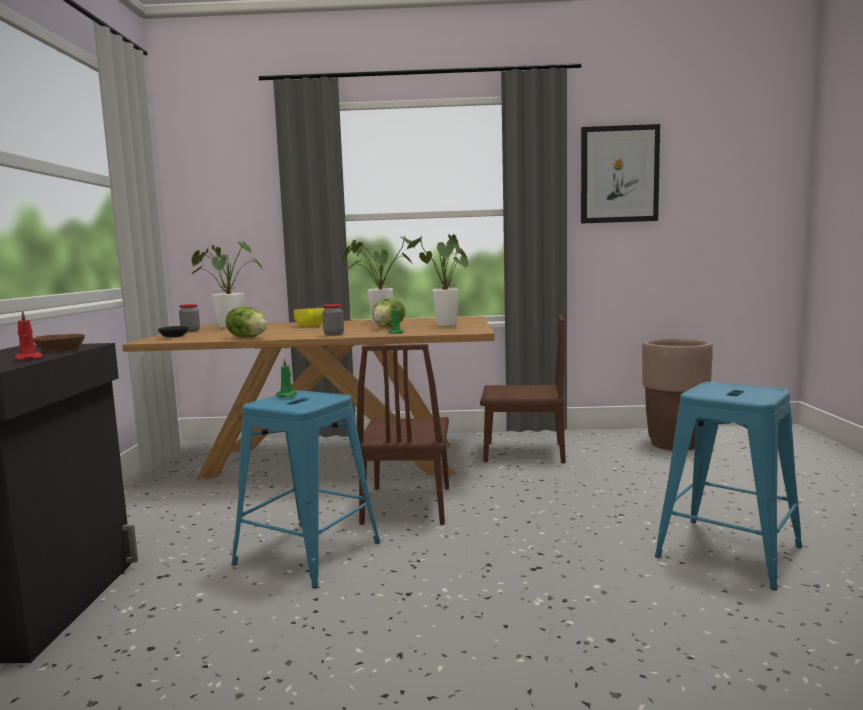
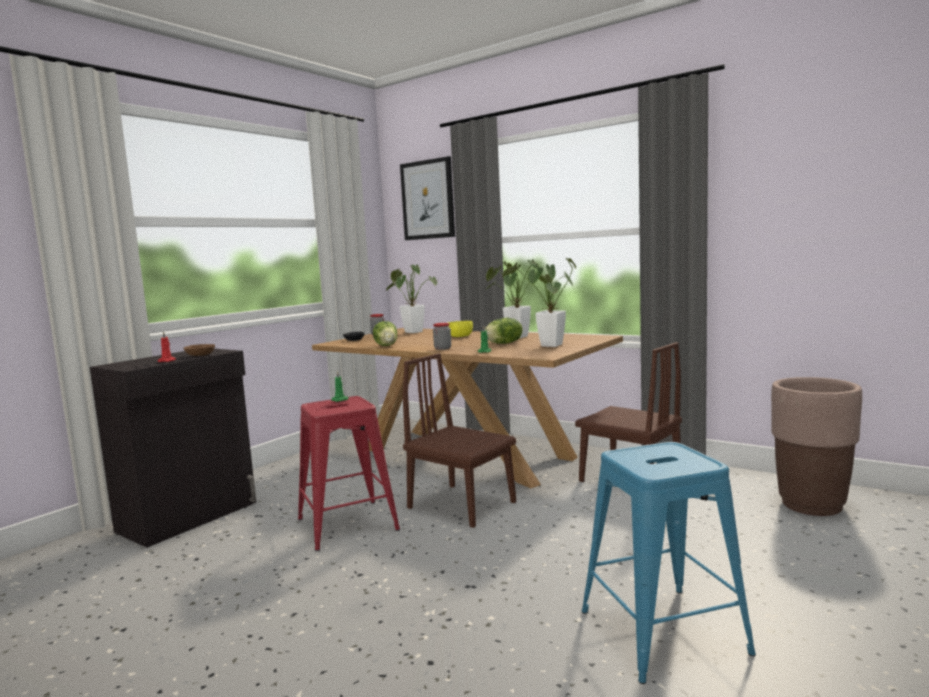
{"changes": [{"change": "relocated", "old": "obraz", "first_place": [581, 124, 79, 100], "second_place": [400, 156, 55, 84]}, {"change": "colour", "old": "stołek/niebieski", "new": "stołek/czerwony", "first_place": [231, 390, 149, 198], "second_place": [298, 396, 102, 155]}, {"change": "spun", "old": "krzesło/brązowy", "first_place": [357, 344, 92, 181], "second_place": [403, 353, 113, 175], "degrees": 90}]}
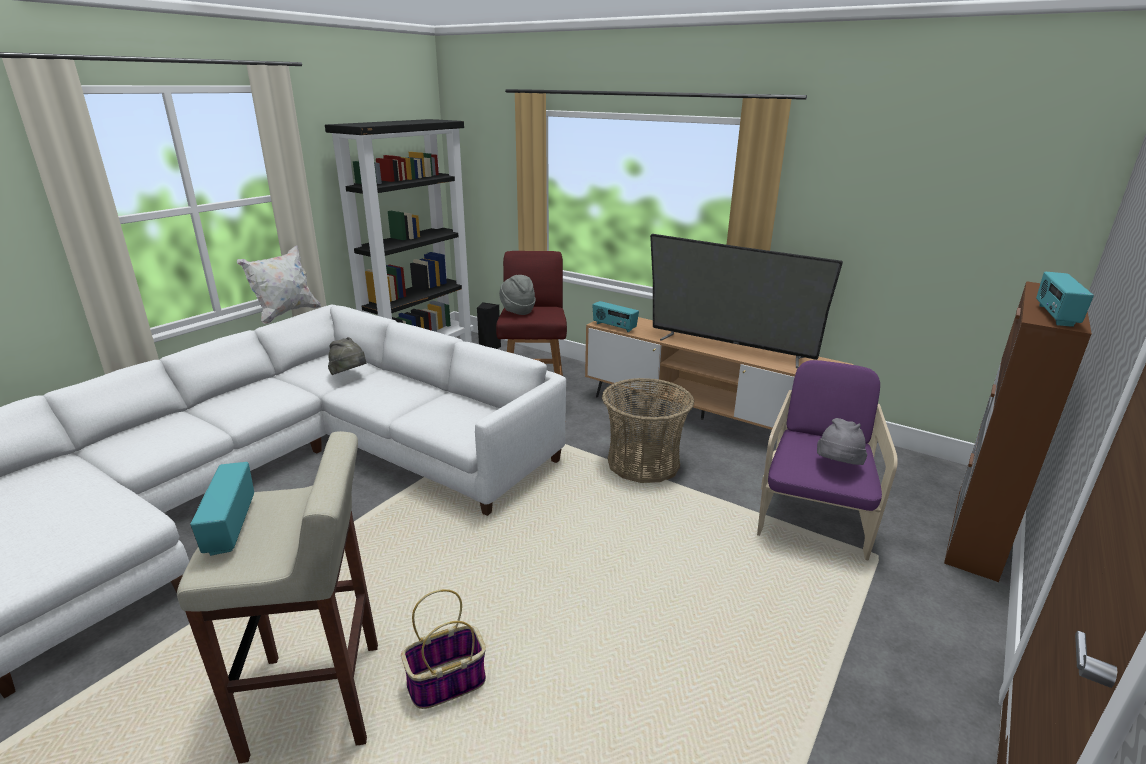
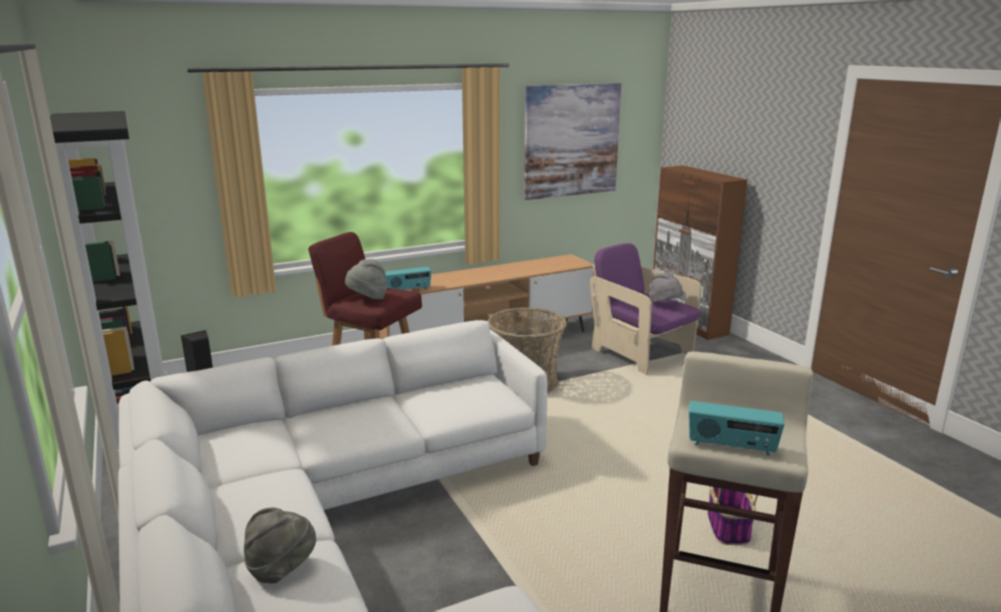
{"changes": [{"change": "missing", "old": "poduszka/biały", "first_place": [237, 246, 84, 78]}, {"change": "missing", "old": "telewizor", "first_place": [650, 234, 193, 134]}, {"change": "missing", "old": "radio", "first_place": [1036, 272, 58, 55]}, {"change": "appeared", "new": "obraz", "second_place": [524, 83, 97, 117]}, {"change": "relocated", "old": "kapelusz/szary", "first_place": [328, 337, 38, 38], "second_place": [244, 507, 72, 76]}]}
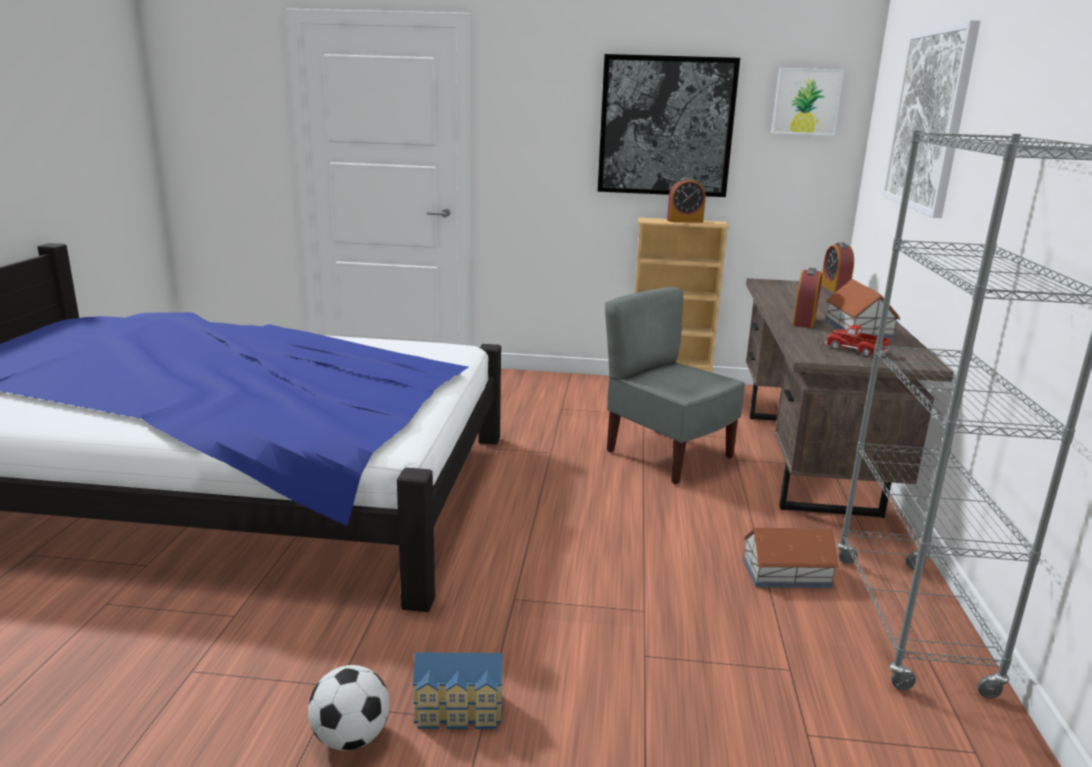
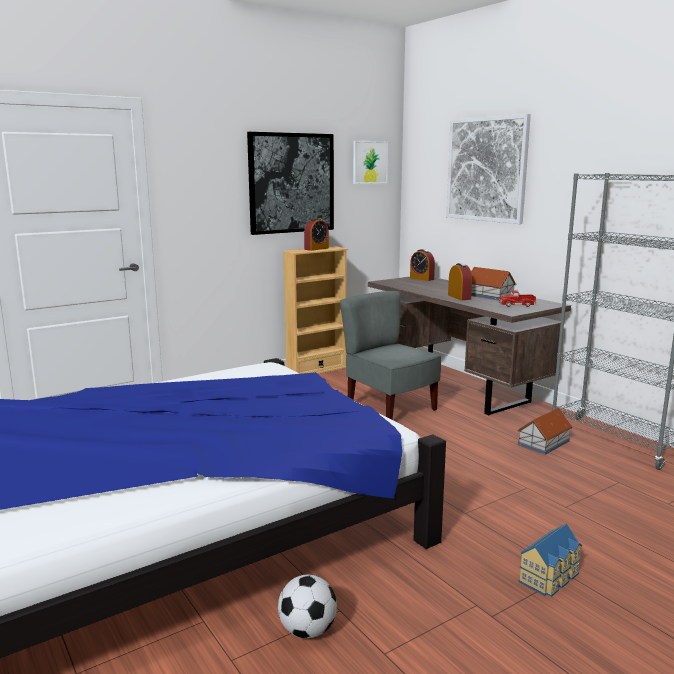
{"changes": [{"change": "relocated", "old": "piłka futbolowa", "first_place": [308, 665, 82, 86], "second_place": [278, 574, 59, 65]}, {"change": "spun", "old": "krzesło/szary", "first_place": [605, 287, 140, 197], "second_place": [340, 291, 101, 129], "degrees": 45}]}
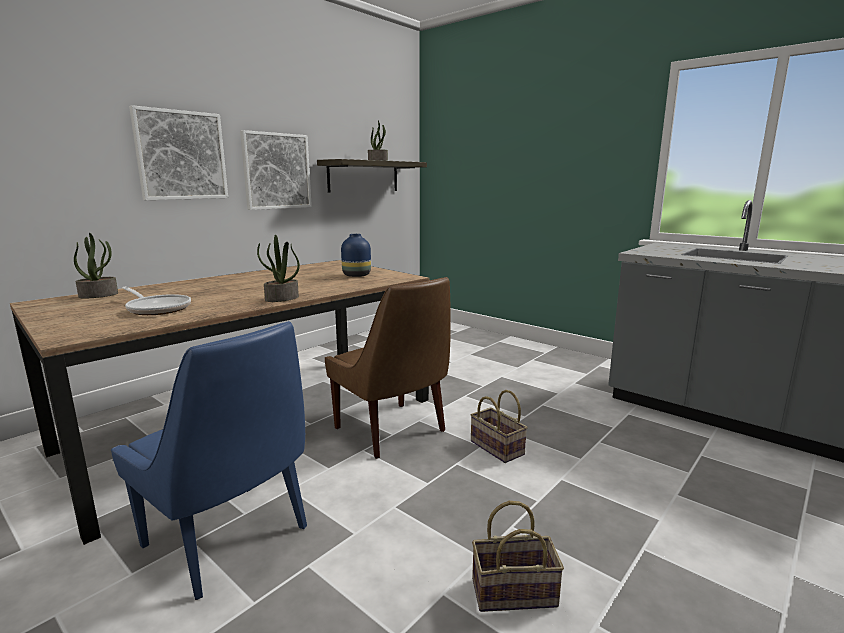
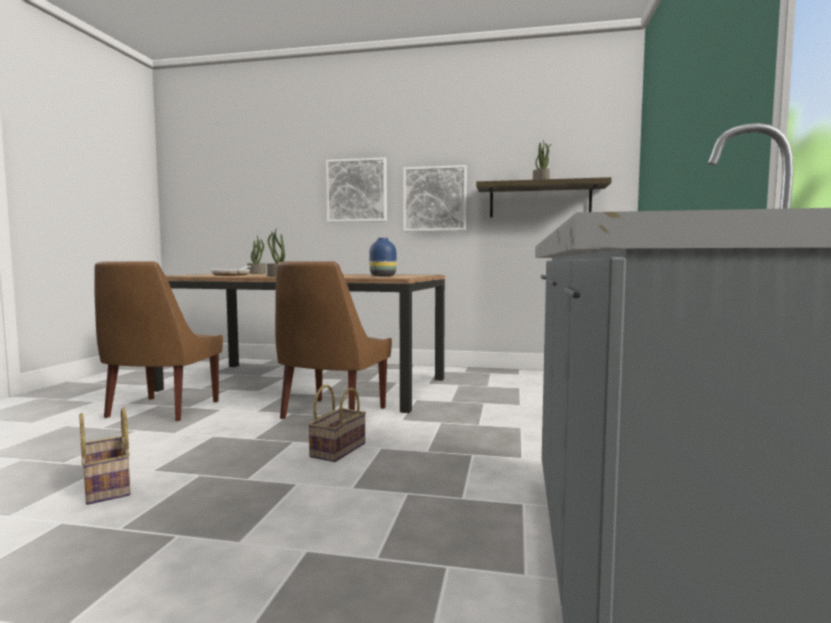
{"changes": [{"change": "colour", "old": "krzesło/niebieski", "new": "krzesło/brązowy", "first_place": [111, 321, 196, 279], "second_place": [94, 261, 129, 160]}]}
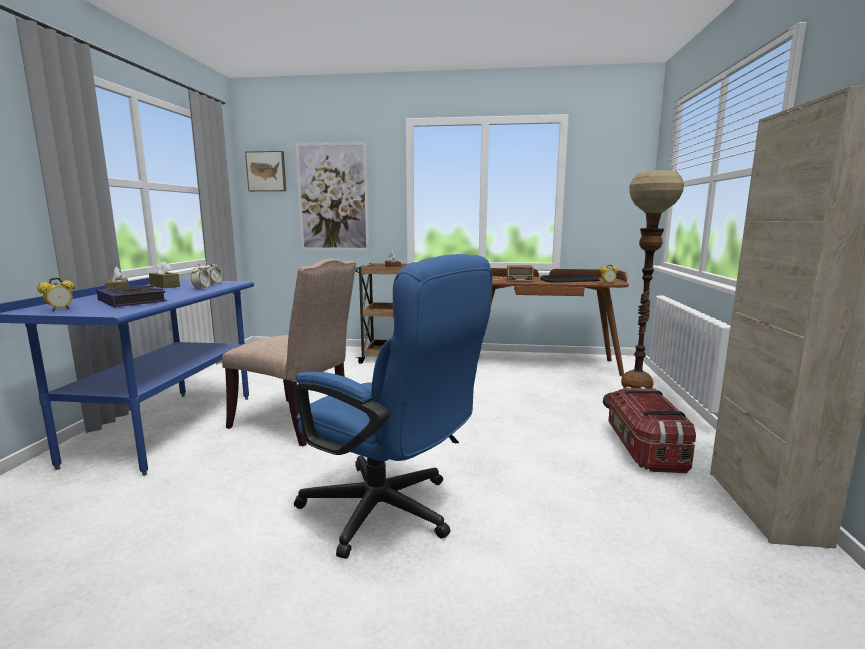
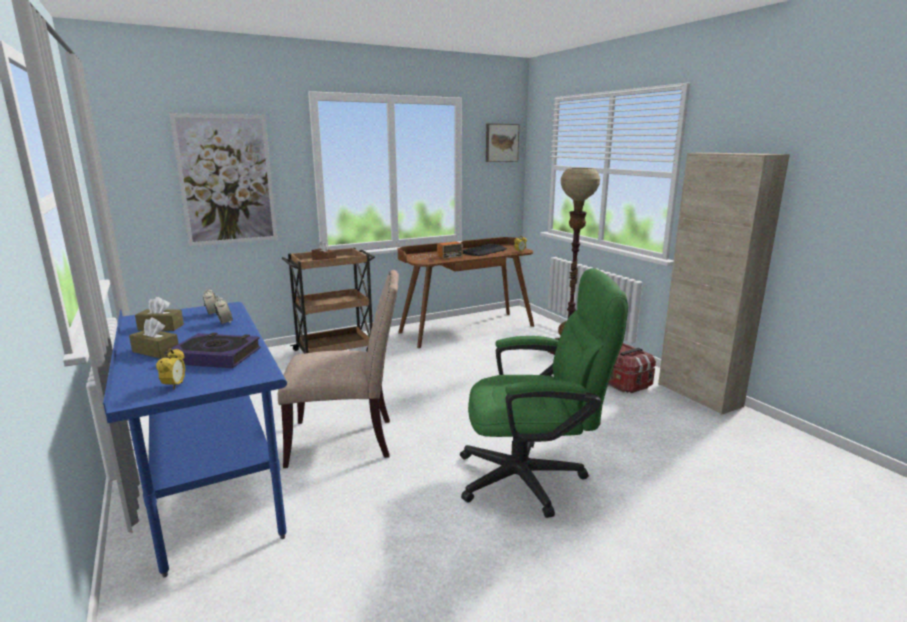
{"changes": [{"change": "relocated", "old": "obraz", "first_place": [245, 151, 41, 40], "second_place": [486, 124, 34, 38]}, {"change": "colour", "old": "krzesło biurowe/niebieski", "new": "krzesło biurowe/zielony", "first_place": [294, 254, 198, 305], "second_place": [460, 268, 168, 250]}]}
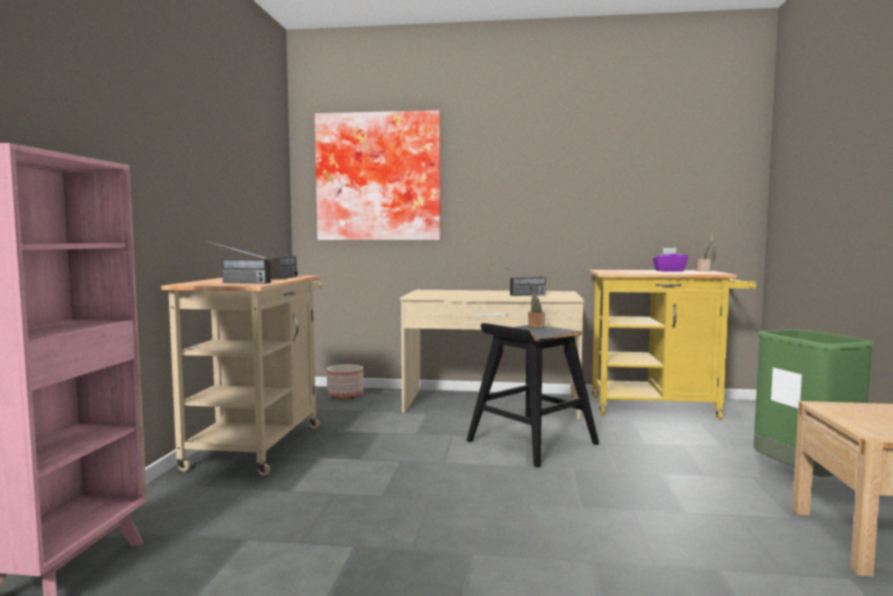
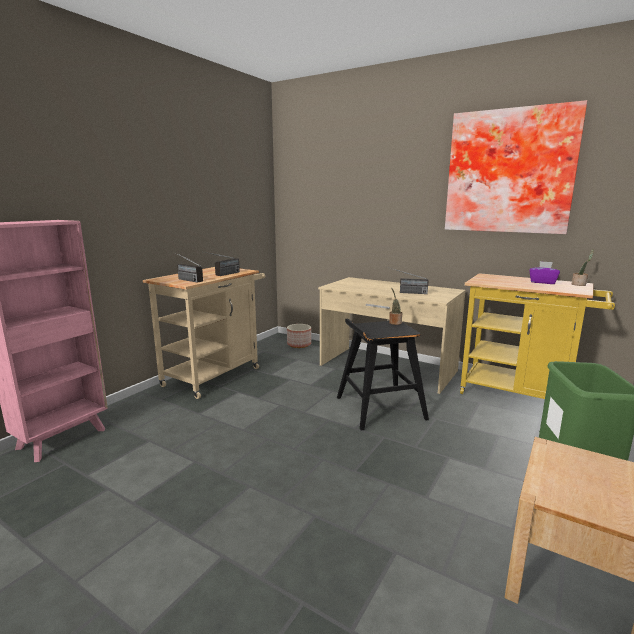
{"changes": [{"change": "relocated", "old": "obraz", "first_place": [315, 110, 125, 130], "second_place": [445, 100, 142, 134]}]}
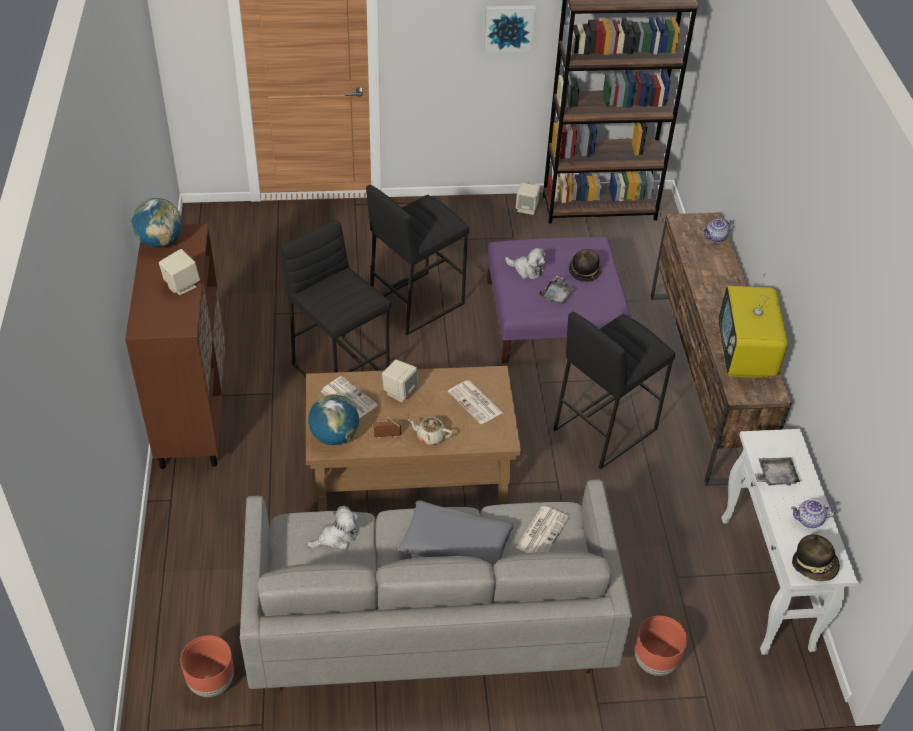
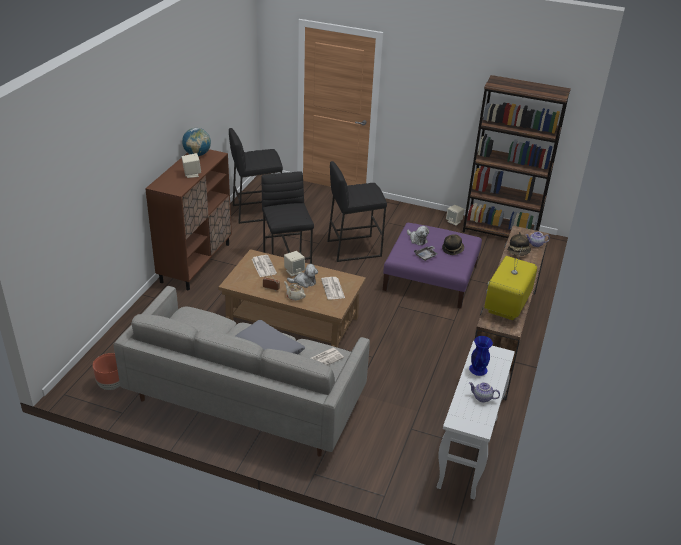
{"changes": [{"change": "missing", "old": "globus", "first_place": [308, 394, 51, 51]}, {"change": "missing", "old": "obraz", "first_place": [484, 5, 52, 48]}, {"change": "missing", "old": "donica/brązowy", "first_place": [635, 616, 52, 60]}, {"change": "relocated", "old": "pluszak", "first_place": [307, 506, 52, 44], "second_place": [287, 264, 31, 24]}, {"change": "relocated", "old": "stołek/czarny", "first_place": [553, 311, 122, 158], "second_place": [229, 128, 54, 96]}, {"change": "relocated", "old": "kapelusz", "first_place": [792, 534, 48, 47], "second_place": [507, 232, 24, 24]}, {"change": "exchanged", "old": "taca/szary", "new": "wazon/niebieski", "first_place": [755, 458, 45, 28], "second_place": [469, 336, 24, 40]}]}
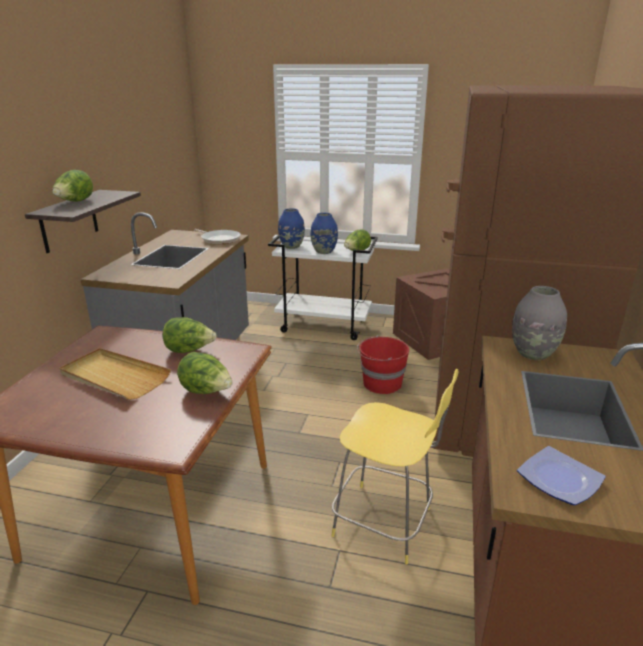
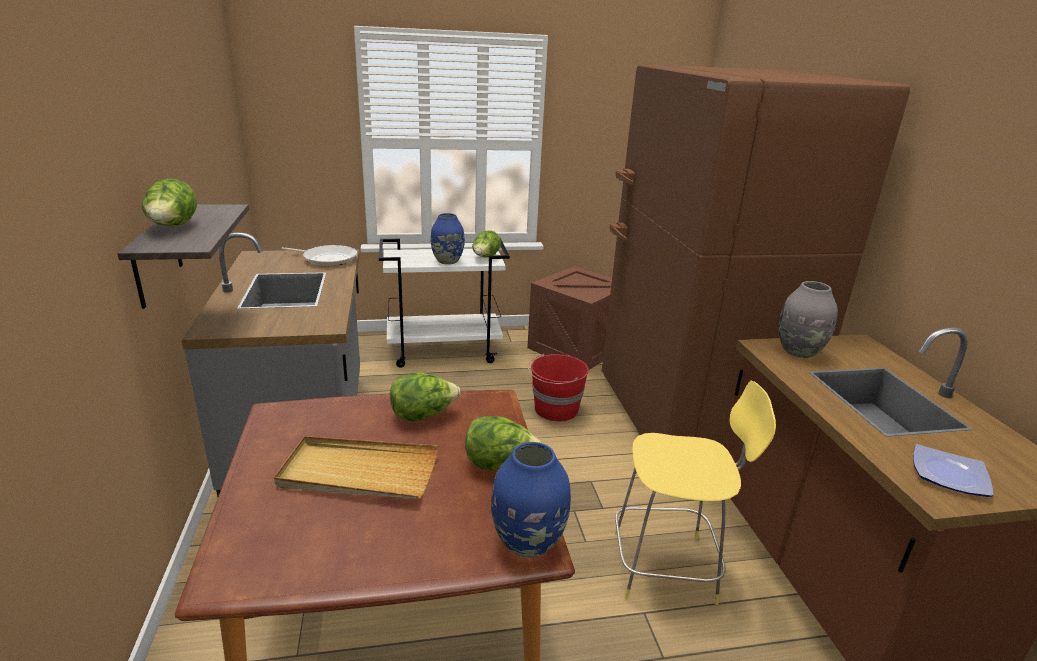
{"changes": [{"change": "relocated", "old": "wazon/niebieski", "first_place": [278, 208, 27, 41], "second_place": [491, 442, 80, 116]}]}
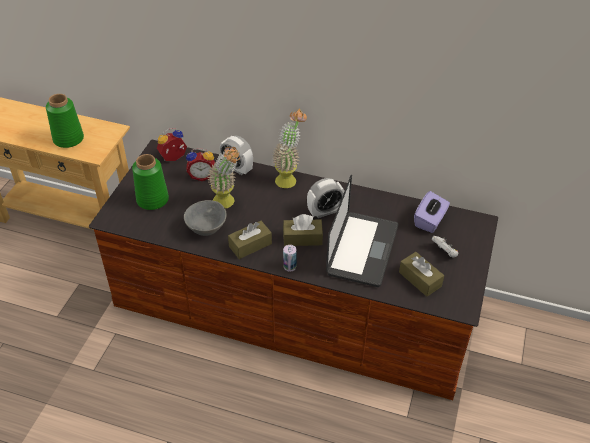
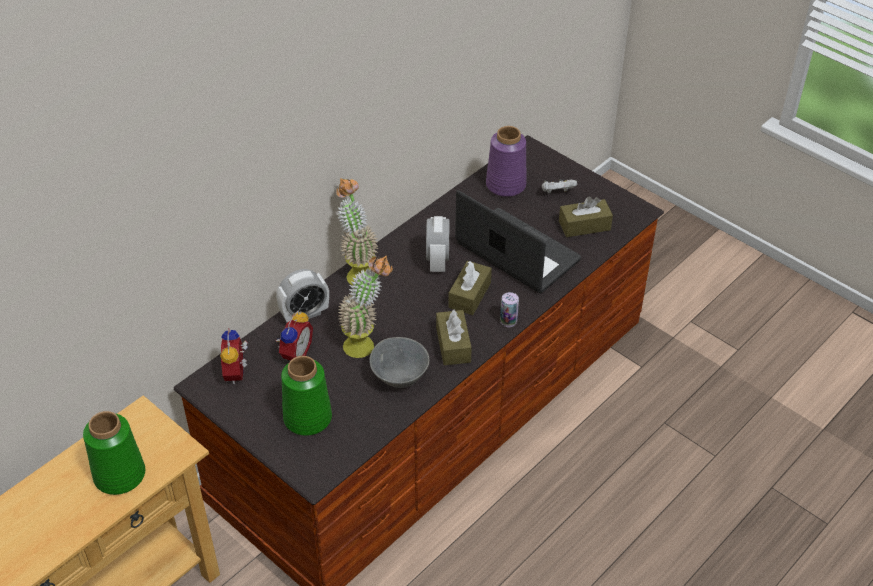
{"changes": [{"change": "exchanged", "old": "pudełko chusteczek/fioletowy", "new": "wazon/fioletowy", "first_place": [414, 191, 36, 42], "second_place": [486, 126, 41, 71]}]}
